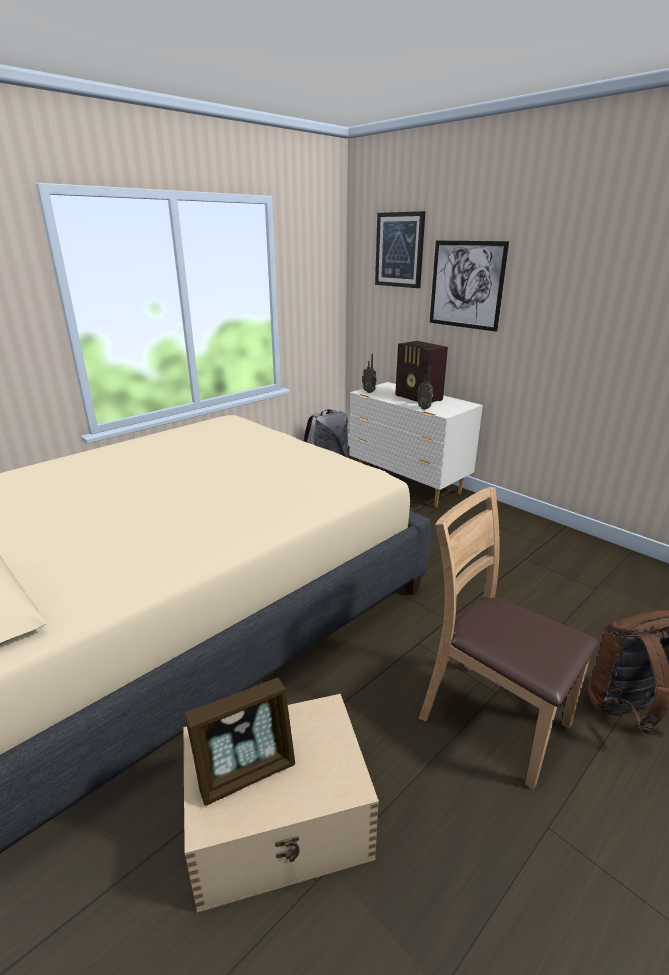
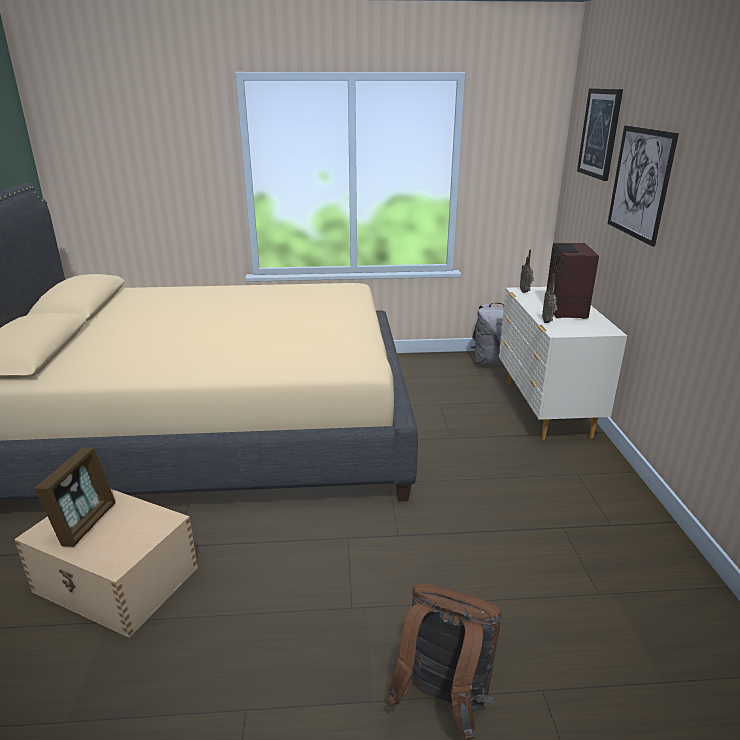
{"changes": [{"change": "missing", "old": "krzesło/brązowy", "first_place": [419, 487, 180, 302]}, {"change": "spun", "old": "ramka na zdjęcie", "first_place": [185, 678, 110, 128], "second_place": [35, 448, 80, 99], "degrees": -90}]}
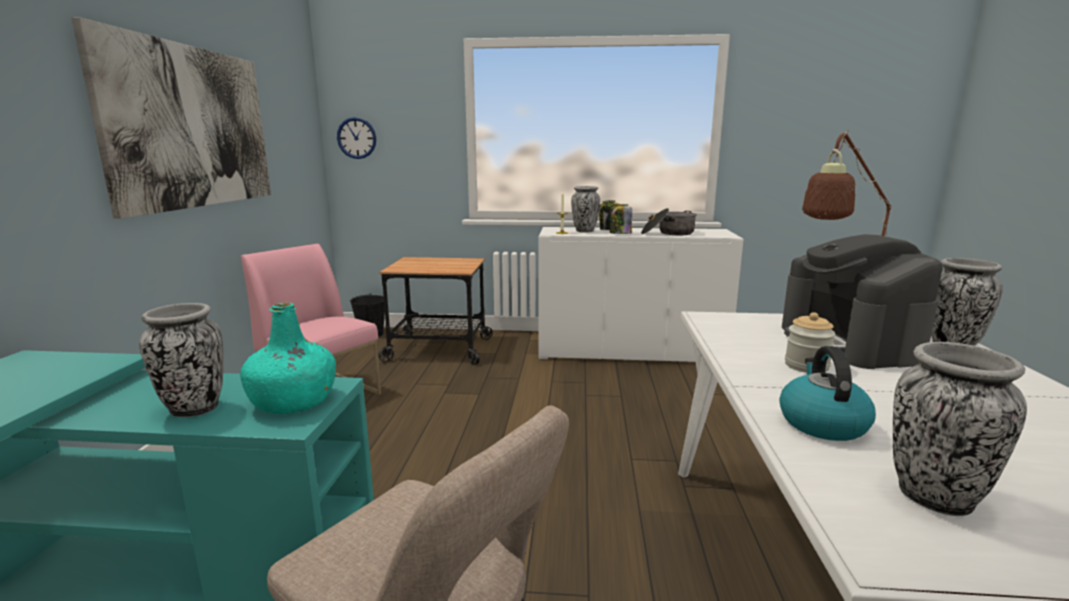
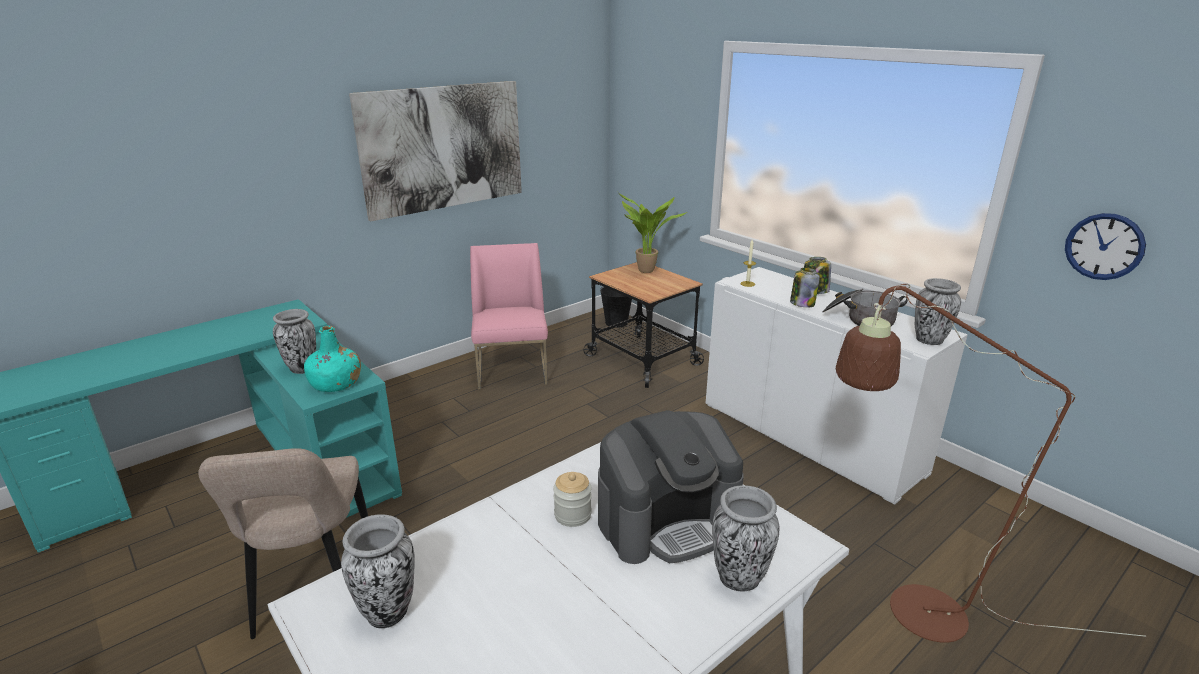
{"changes": [{"change": "missing", "old": "czajnik", "first_place": [779, 346, 97, 95]}, {"change": "appeared", "new": "roślina doniczkowa", "second_place": [618, 192, 69, 81]}, {"change": "relocated", "old": "zegar ścienny", "first_place": [337, 117, 39, 42], "second_place": [1065, 213, 81, 67]}, {"change": "relocated", "old": "wazon", "first_place": [571, 186, 29, 47], "second_place": [915, 278, 46, 67]}, {"change": "spun", "old": "ekspres do kawy", "first_place": [782, 234, 161, 135], "second_place": [598, 410, 146, 154], "degrees": -150}]}
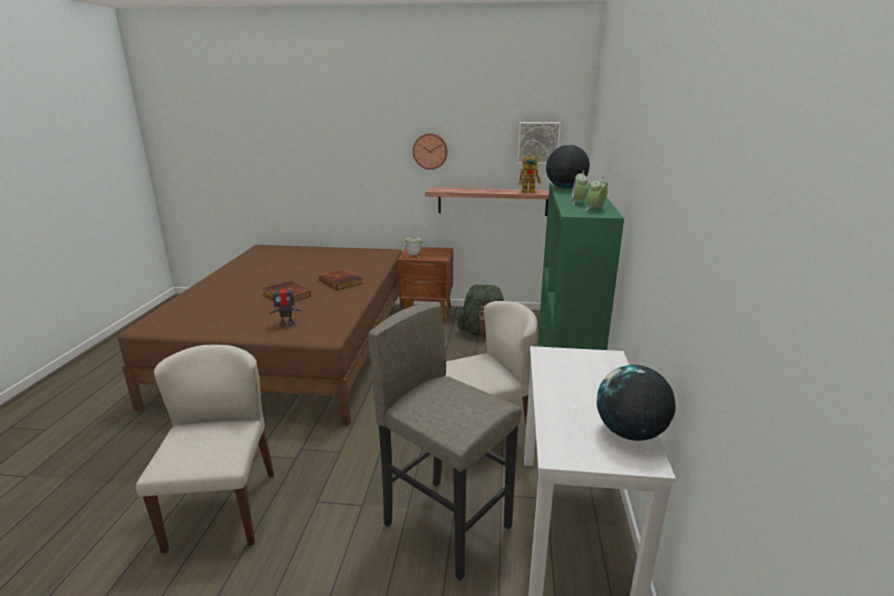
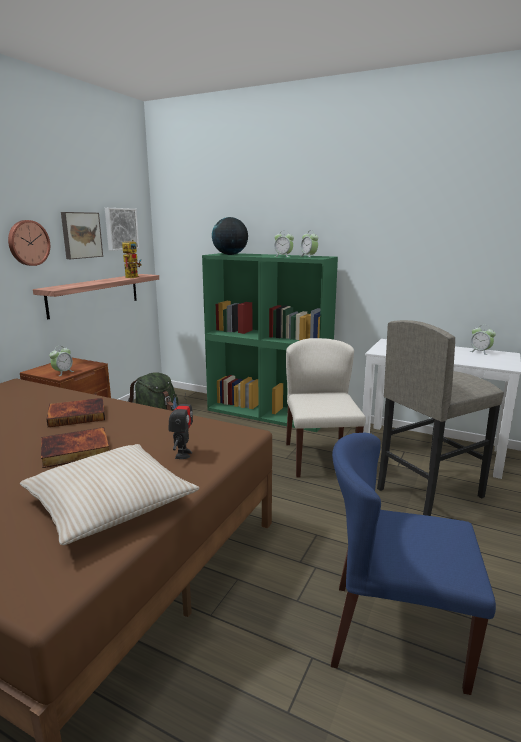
{"changes": [{"change": "appeared", "new": "poduszka/beżowy", "second_place": [20, 444, 179, 101]}, {"change": "appeared", "new": "obraz", "second_place": [61, 212, 42, 47]}, {"change": "exchanged", "old": "globus", "new": "budzik", "first_place": [597, 365, 79, 76], "second_place": [469, 325, 27, 30]}, {"change": "colour", "old": "krzesło/beżowy", "new": "krzesło/niebieski", "first_place": [136, 345, 138, 209], "second_place": [331, 433, 165, 262]}]}
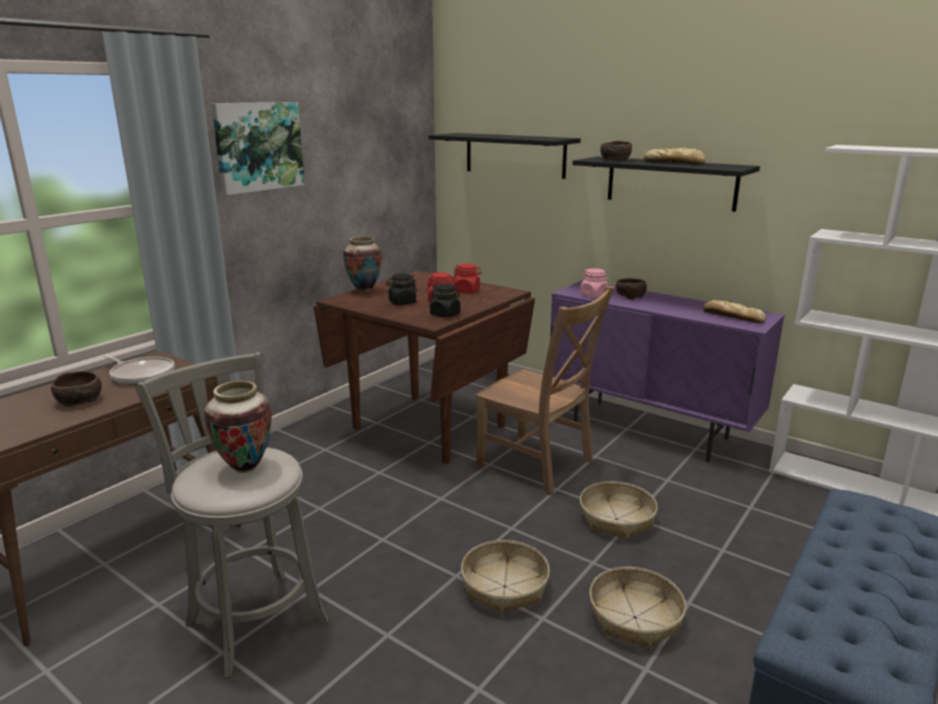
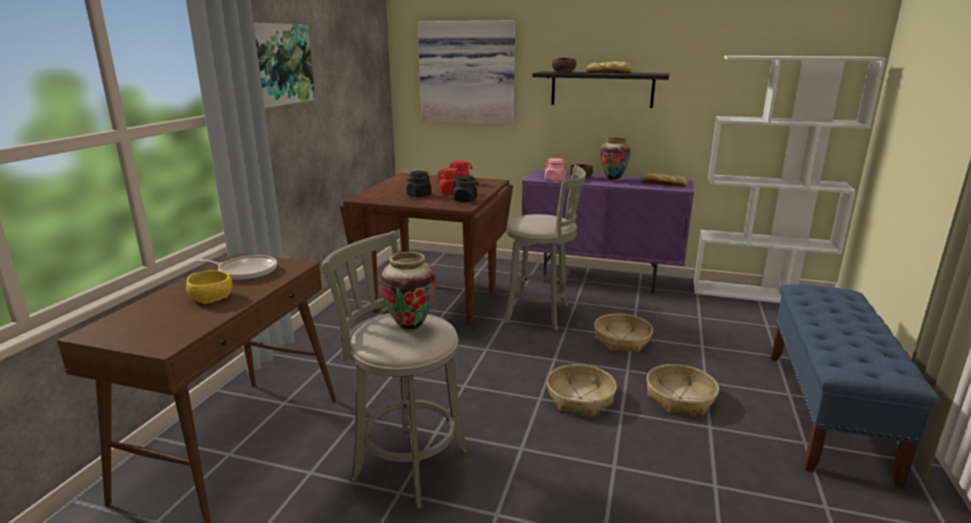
{"changes": [{"change": "relocated", "old": "wazon", "first_place": [343, 237, 39, 56], "second_place": [600, 137, 31, 45]}, {"change": "exchanged", "old": "półka/czarny", "new": "obraz", "first_place": [429, 133, 152, 46], "second_place": [418, 21, 97, 104]}, {"change": "exchanged", "old": "krzesło/brązowy", "new": "stołek/szary", "first_place": [475, 286, 140, 209], "second_place": [504, 165, 82, 166]}, {"change": "colour", "old": "miska/brązowy", "new": "miska/żółty", "first_place": [51, 371, 51, 36], "second_place": [186, 270, 46, 34]}]}
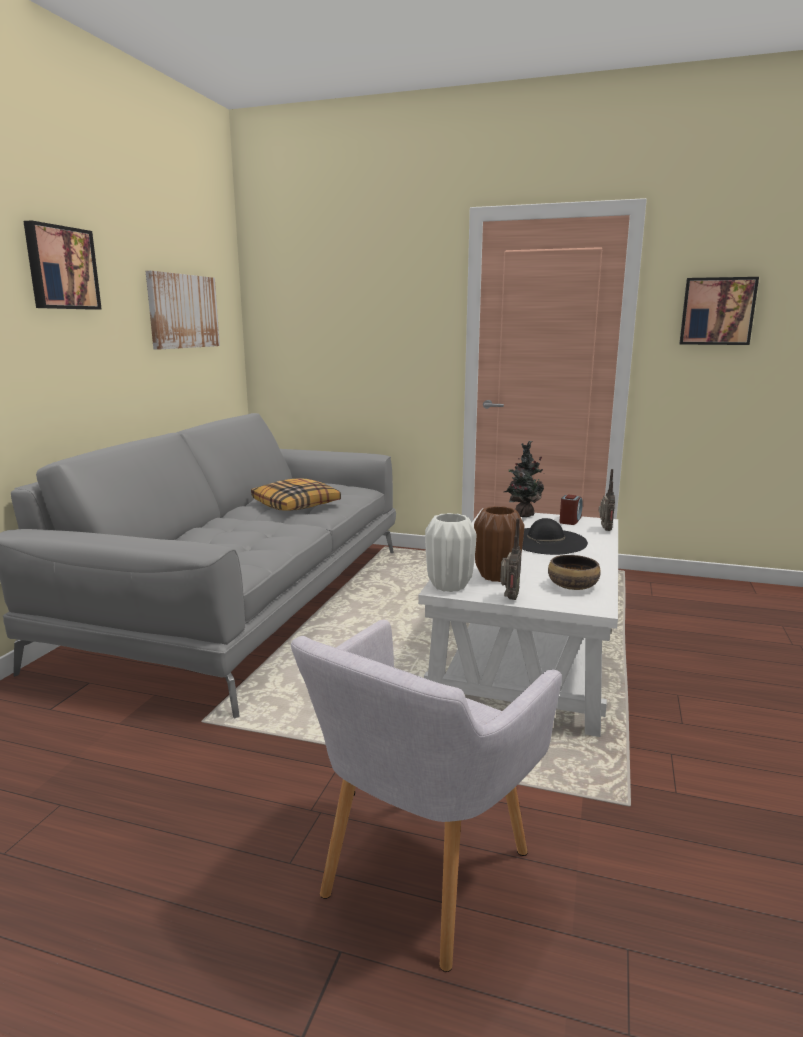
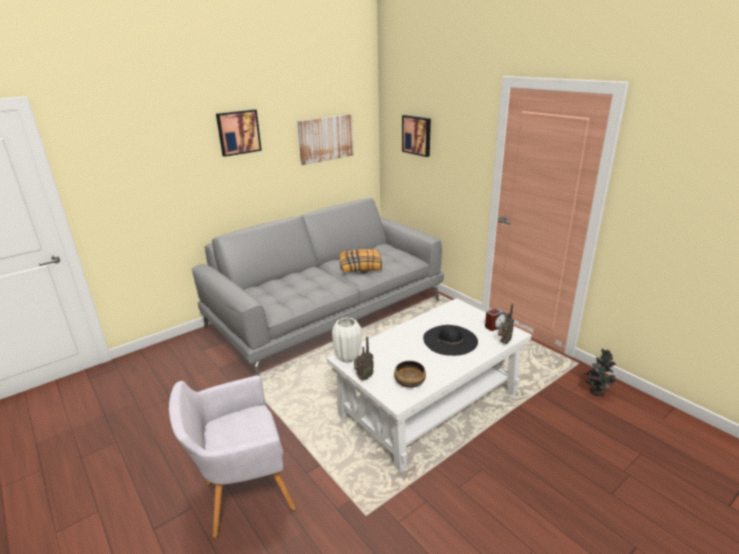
{"changes": [{"change": "missing", "old": "wazon/brązowy", "first_place": [474, 506, 50, 76]}, {"change": "relocated", "old": "roślina doniczkowa", "first_place": [504, 441, 40, 76], "second_place": [584, 349, 32, 47]}, {"change": "relocated", "old": "obraz", "first_place": [679, 277, 80, 68], "second_place": [402, 115, 29, 42]}]}
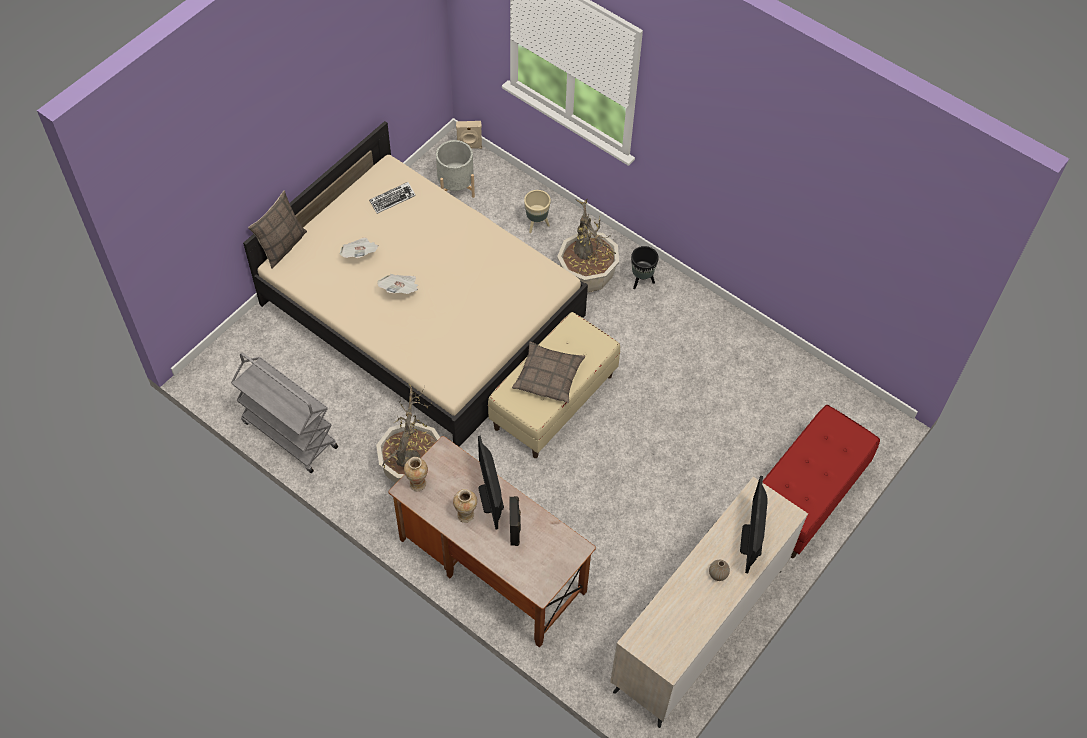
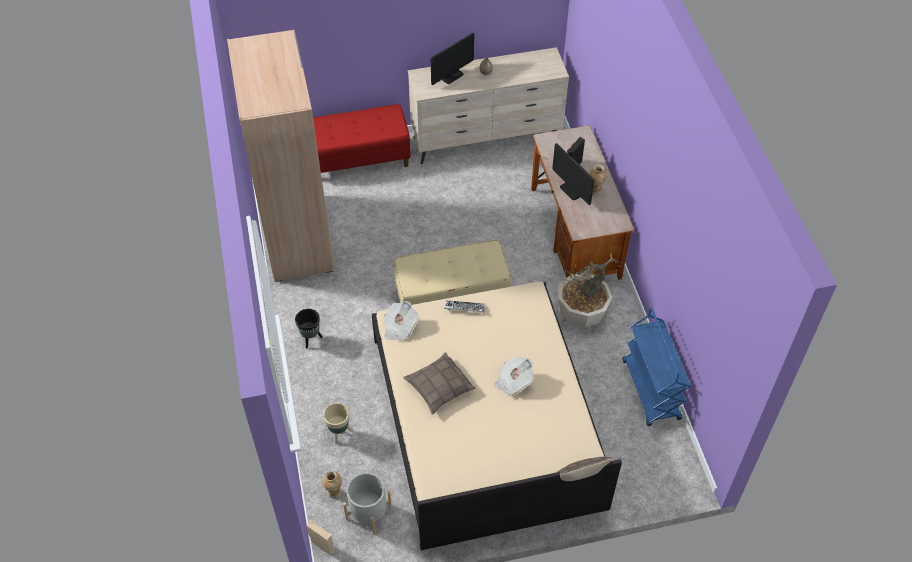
{"changes": [{"change": "missing", "old": "roślina doniczkowa", "first_place": [557, 199, 62, 93]}, {"change": "appeared", "new": "szafa/beżowy", "second_place": [227, 29, 107, 253]}, {"change": "relocated", "old": "gazeta", "first_place": [340, 237, 39, 21], "second_place": [383, 301, 36, 40]}, {"change": "relocated", "old": "klawiatura", "first_place": [369, 182, 47, 32], "second_place": [444, 300, 41, 13]}, {"change": "relocated", "old": "wazon", "first_place": [404, 457, 24, 34], "second_place": [322, 471, 20, 28]}, {"change": "relocated", "old": "poduszka", "first_place": [512, 342, 73, 61], "second_place": [403, 352, 72, 63]}, {"change": "colour", "old": "wózek/szary", "new": "wózek/niebieski", "first_place": [231, 352, 107, 121], "second_place": [622, 308, 69, 118]}, {"change": "spun", "old": "monitor", "first_place": [478, 436, 26, 94], "second_place": [552, 143, 42, 62], "degrees": 120}]}
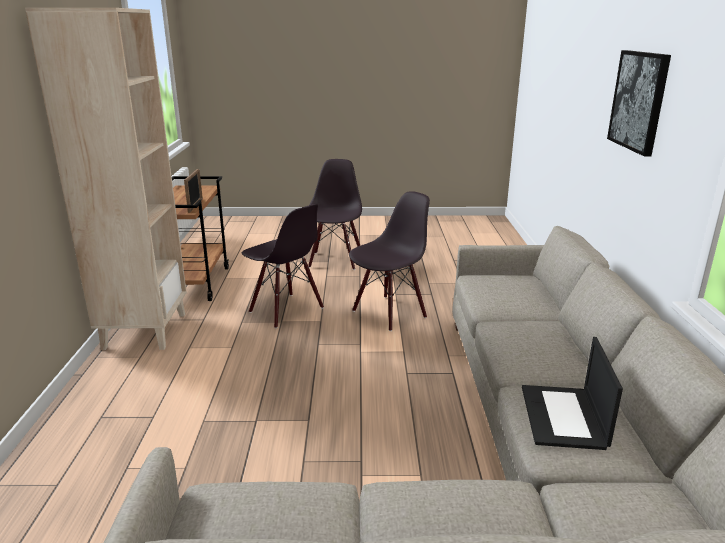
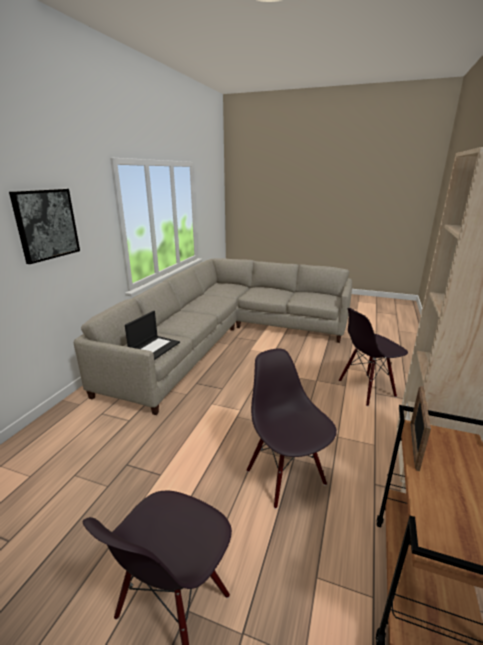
{"changes": [{"change": "relocated", "old": "krzesło/czarny", "first_place": [349, 191, 81, 140], "second_place": [339, 308, 69, 98]}, {"change": "relocated", "old": "laptop", "first_place": [522, 337, 101, 113], "second_place": [125, 311, 55, 49]}]}
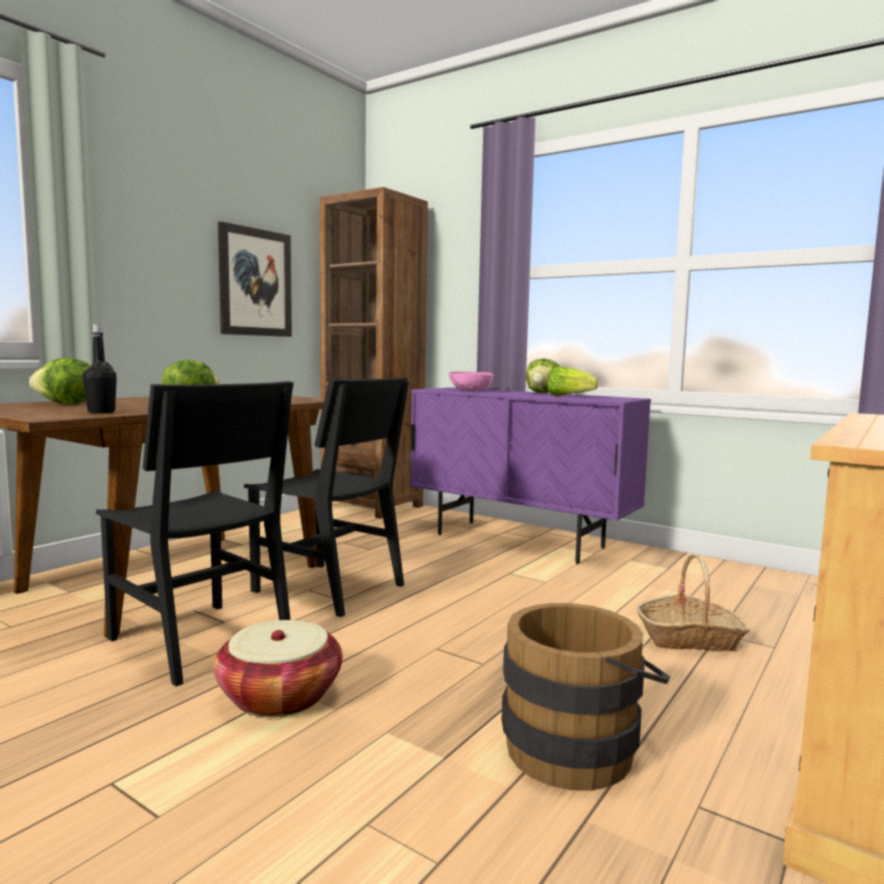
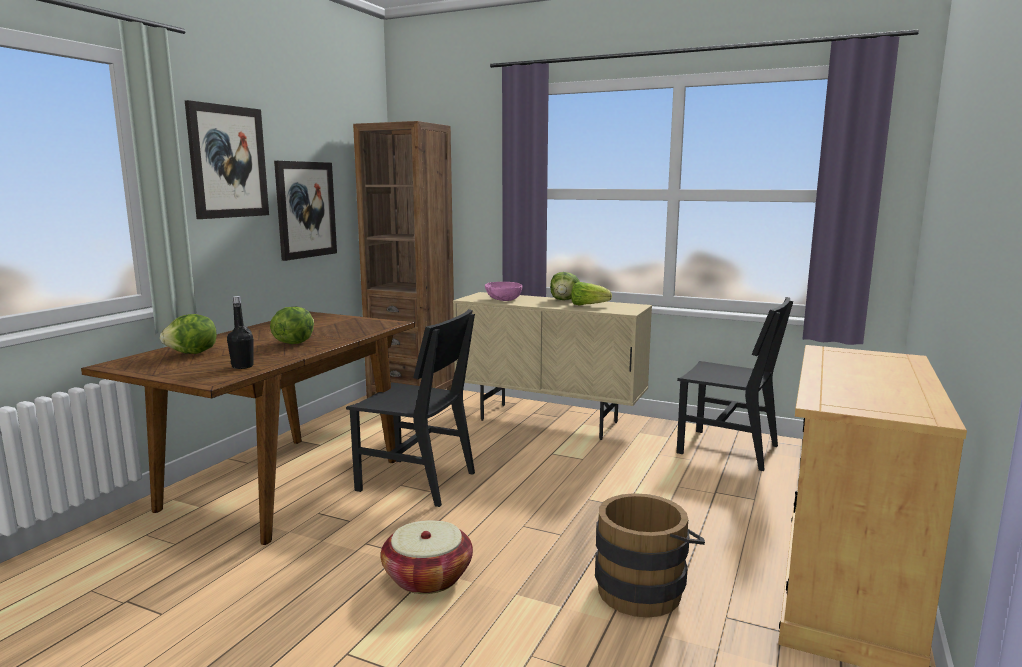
{"changes": [{"change": "missing", "old": "koszyk", "first_place": [636, 554, 114, 98]}, {"change": "appeared", "new": "obraz", "second_place": [185, 100, 84, 119]}, {"change": "relocated", "old": "krzesło/czarny", "first_place": [96, 381, 198, 305], "second_place": [677, 297, 116, 174]}, {"change": "colour", "old": "szafka/fioletowy", "new": "szafka/beżowy", "first_place": [410, 387, 241, 177], "second_place": [453, 292, 199, 148]}]}
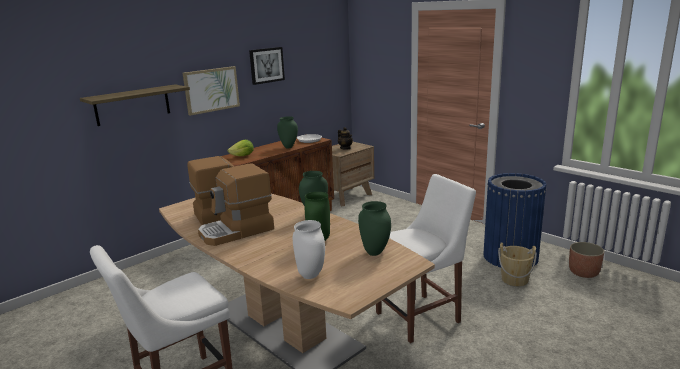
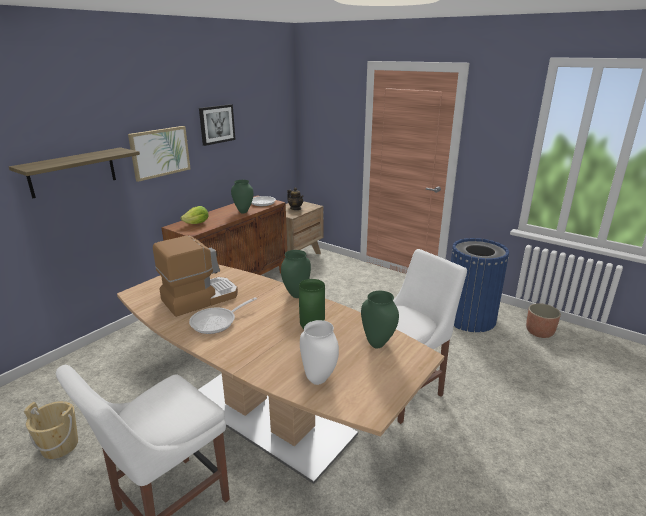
{"changes": [{"change": "relocated", "old": "wiadro/beżowy", "first_place": [498, 243, 39, 43], "second_place": [24, 401, 54, 58]}, {"change": "exchanged", "old": "ekspres do kawy", "new": "patelnia", "first_place": [198, 163, 76, 83], "second_place": [189, 297, 68, 37]}]}
